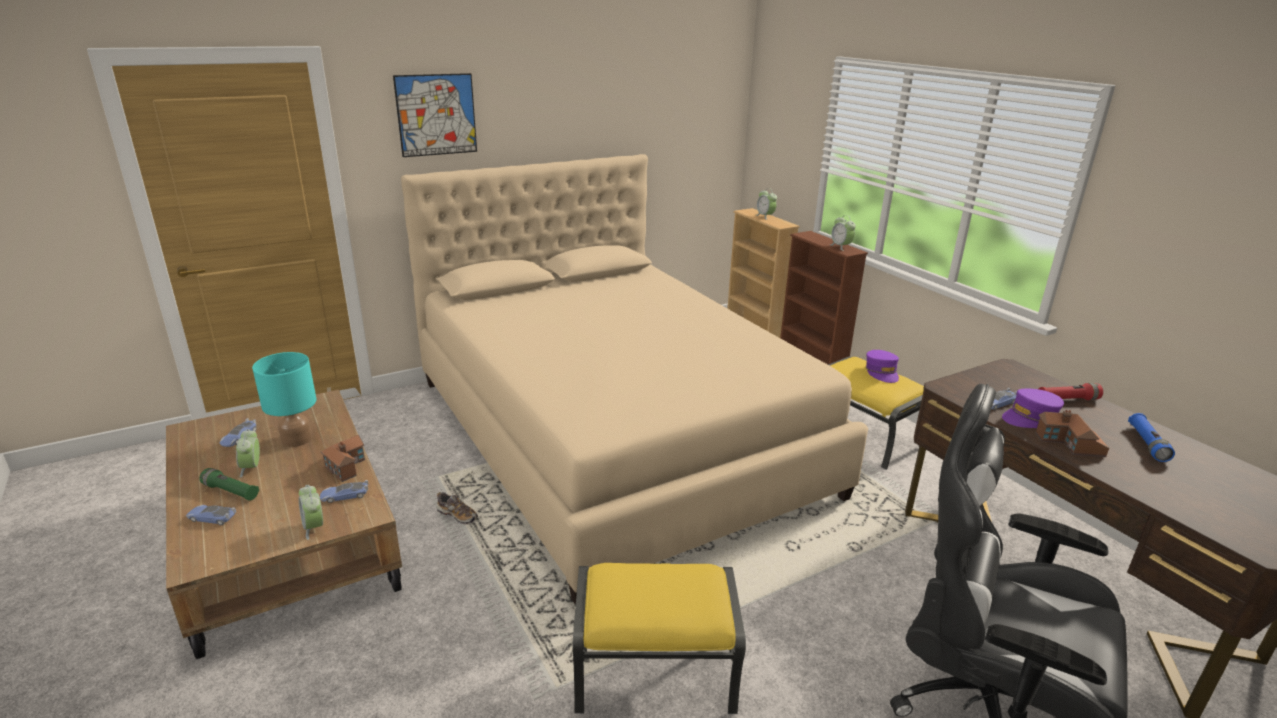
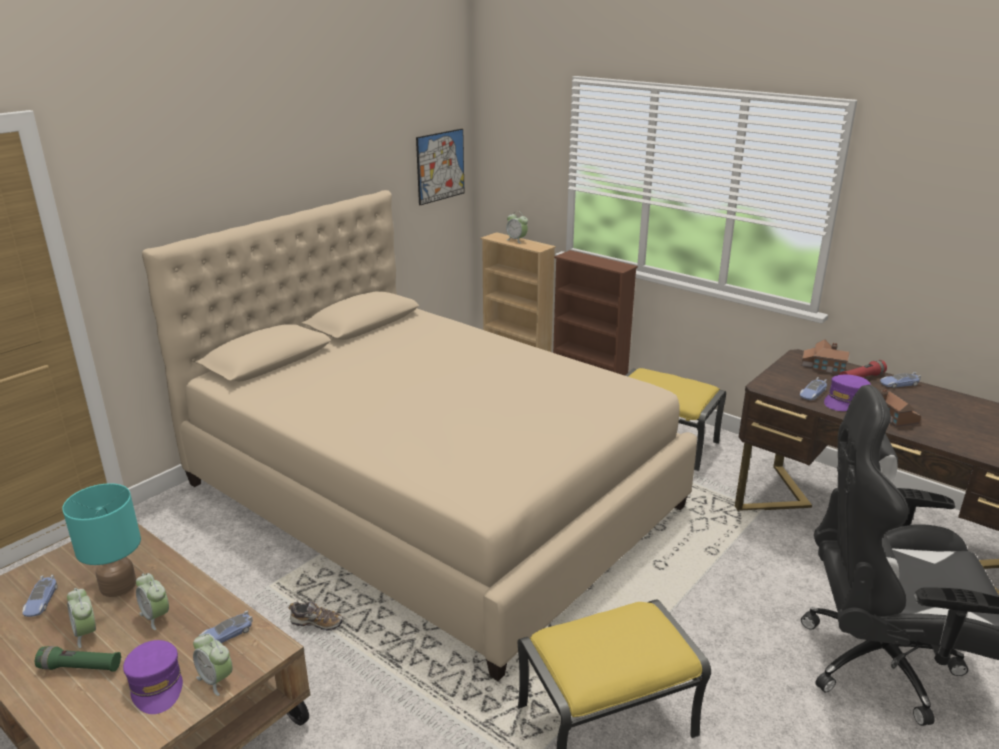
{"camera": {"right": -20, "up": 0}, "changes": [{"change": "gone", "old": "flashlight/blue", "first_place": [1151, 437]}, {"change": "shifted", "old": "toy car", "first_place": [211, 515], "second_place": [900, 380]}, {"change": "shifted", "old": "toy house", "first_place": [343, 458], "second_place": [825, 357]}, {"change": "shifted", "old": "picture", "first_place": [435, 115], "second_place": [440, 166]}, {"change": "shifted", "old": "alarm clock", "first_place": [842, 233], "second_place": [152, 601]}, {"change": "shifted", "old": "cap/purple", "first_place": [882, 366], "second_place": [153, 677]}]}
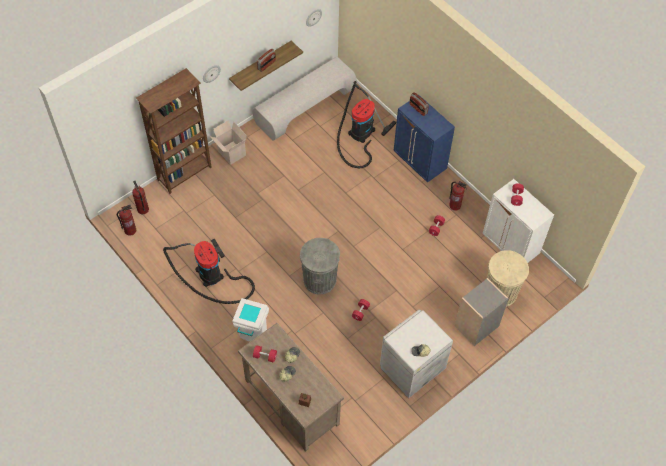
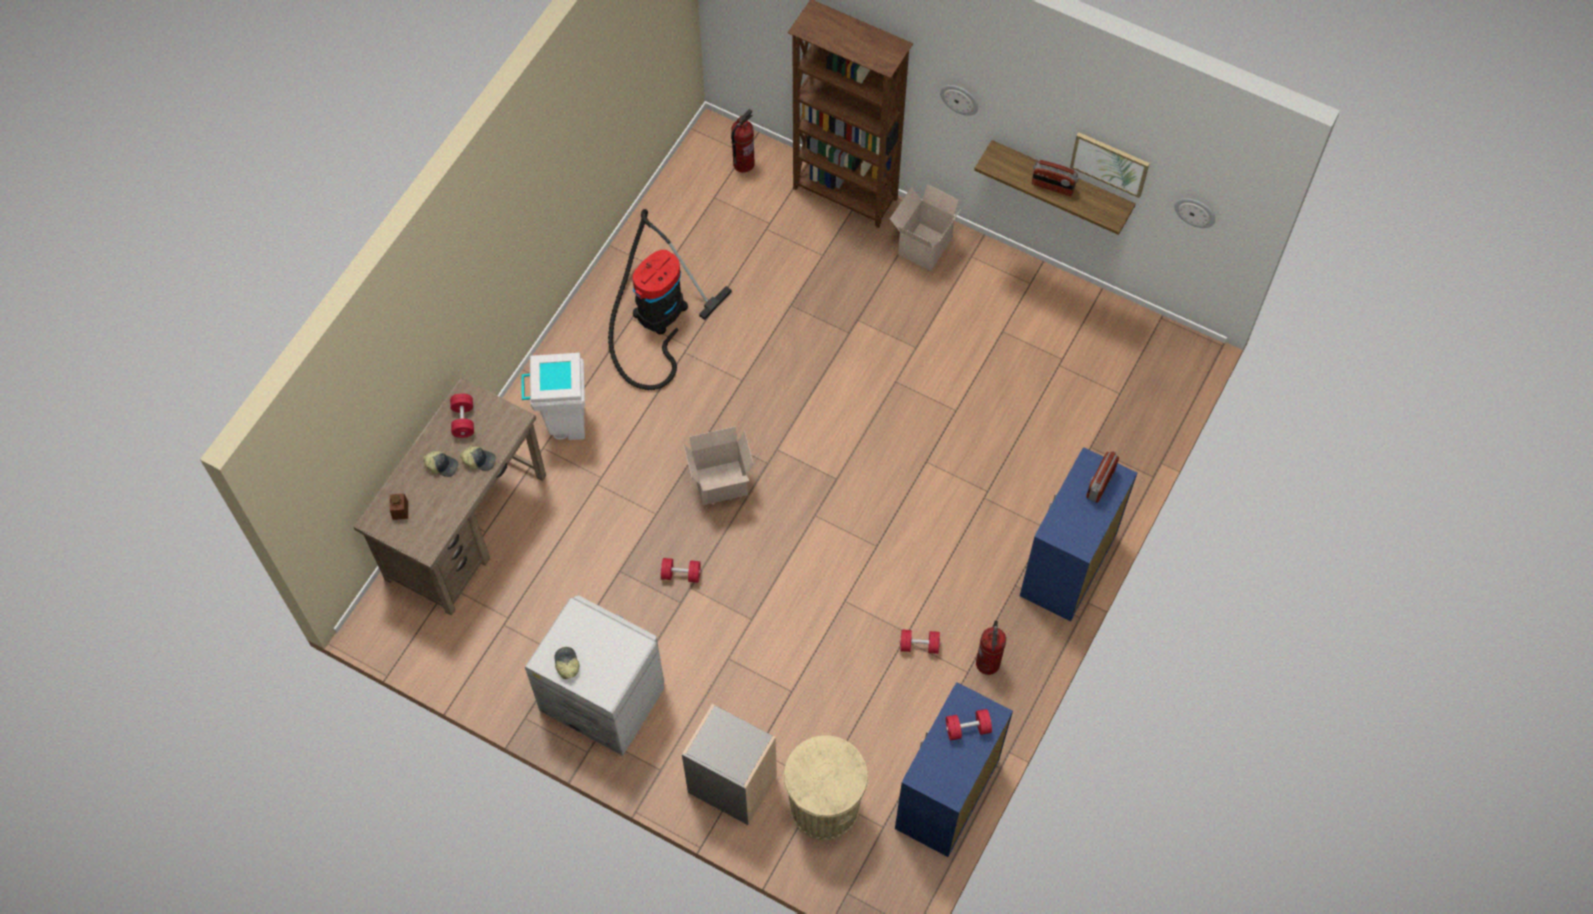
{"camera": {"right": 70, "up": 5}, "changes": [{"change": "gone", "old": "fire extinguisher", "first_place": [126, 220]}, {"change": "gone", "old": "bench/grey", "first_place": [304, 99]}, {"change": "gone", "old": "vacuum cleaner", "first_place": [366, 124]}, {"change": "new", "new": "picture", "second_place": [1110, 165]}, {"change": "swapped", "old": "trash can/grey", "new": "cardboard box", "first_place": [320, 266], "second_place": [718, 466]}, {"change": "repainted", "old": "cabinet/white", "new": "cabinet/blue", "first_place": [518, 221], "second_place": [954, 769]}]}
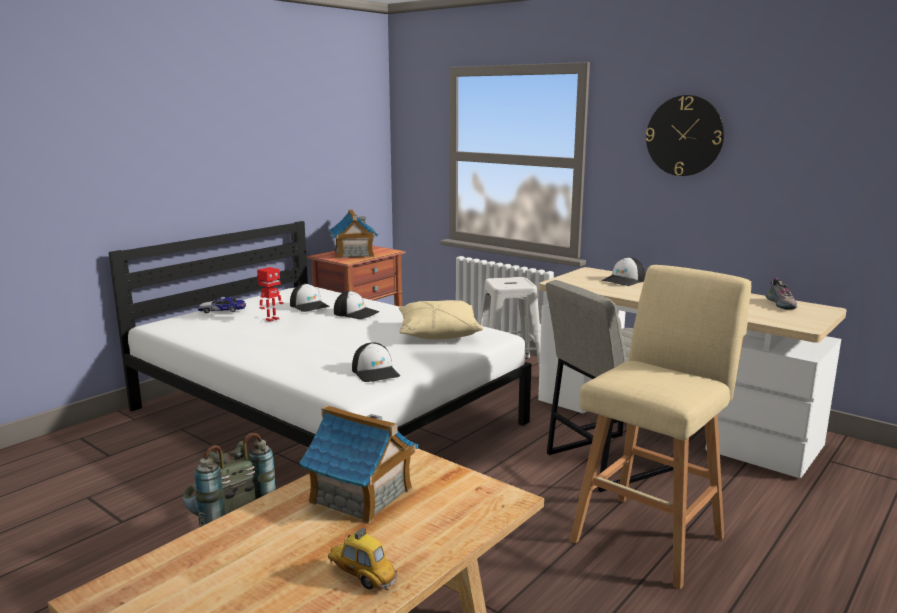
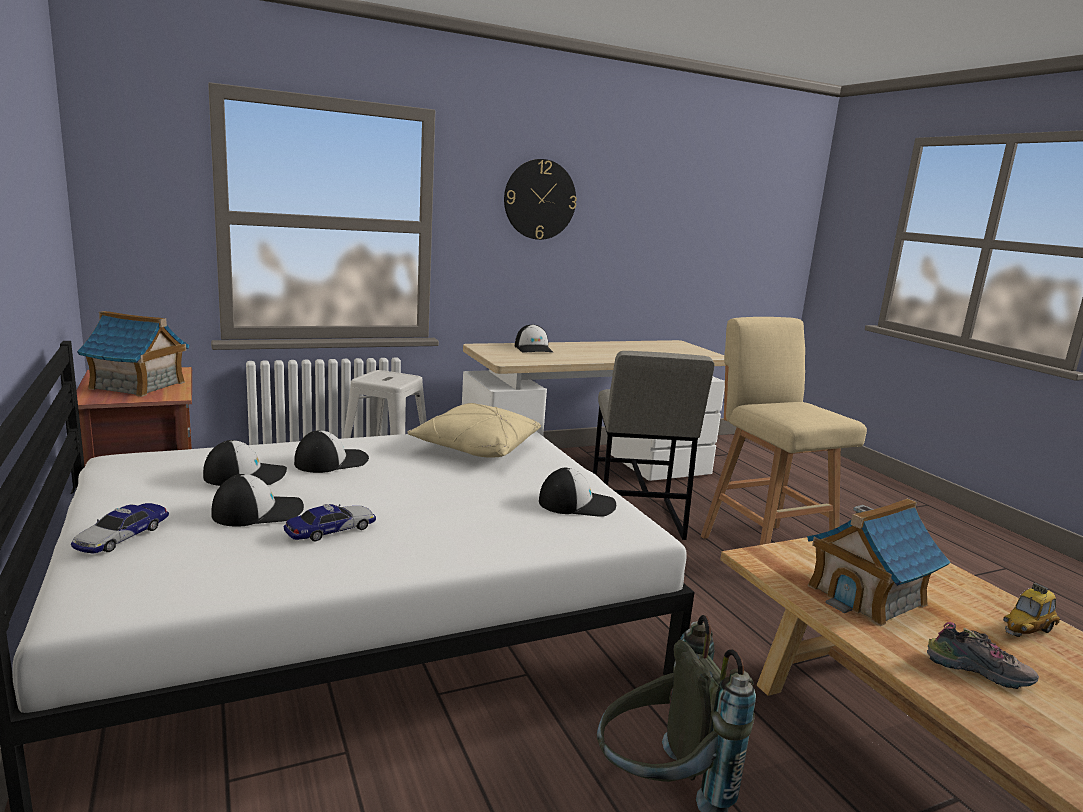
{"camera": {"right": -65, "up": 0}, "changes": [{"change": "new", "new": "toy car", "second_place": [330, 523]}, {"change": "shifted", "old": "shoe", "first_place": [781, 294], "second_place": [983, 655]}, {"change": "swapped", "old": "toy robot", "new": "cap", "first_place": [270, 294], "second_place": [258, 500]}]}
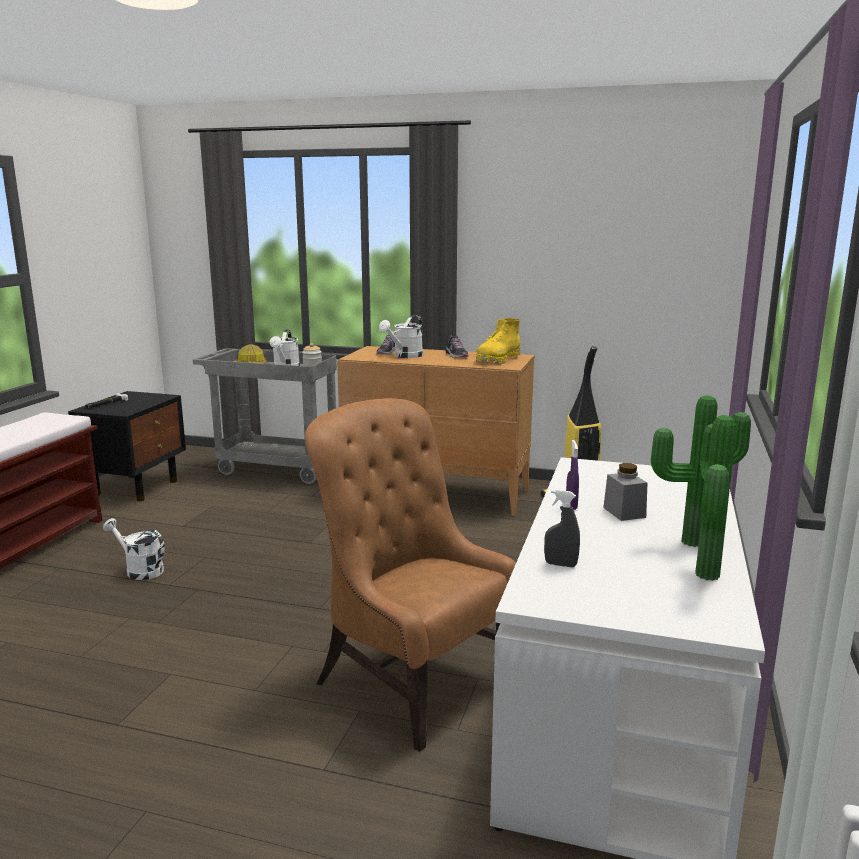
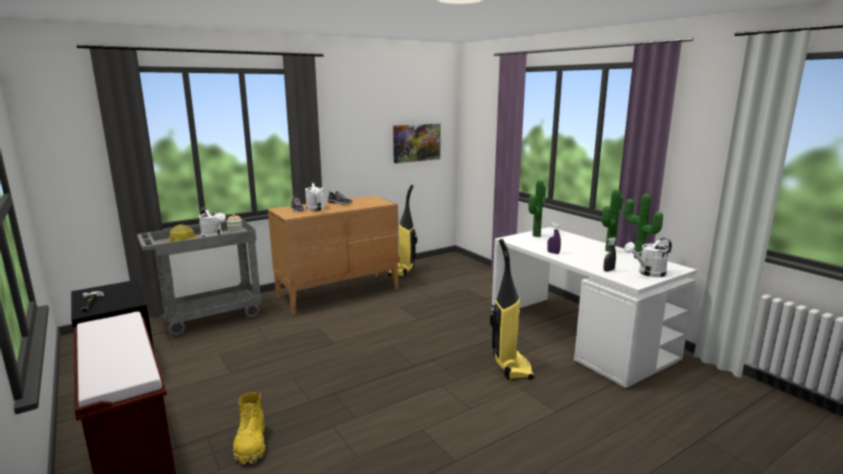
{"camera": {"right": -50, "up": 0}, "changes": [{"change": "gone", "old": "jar/grey", "first_place": [625, 492]}, {"change": "new", "new": "picture", "second_place": [417, 143]}, {"change": "new", "new": "potted plant", "second_place": [537, 208]}, {"change": "shifted", "old": "watering can/white", "first_place": [134, 549], "second_place": [648, 257]}, {"change": "shifted", "old": "boot/yellow", "first_place": [498, 341], "second_place": [249, 428]}, {"change": "swapped", "old": "chair/brown", "new": "vacuum cleaner", "first_place": [410, 575], "second_place": [512, 309]}]}
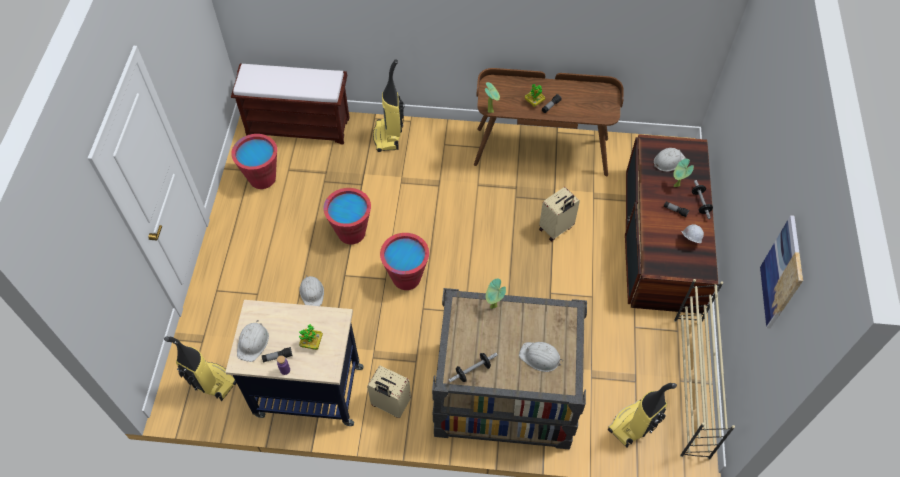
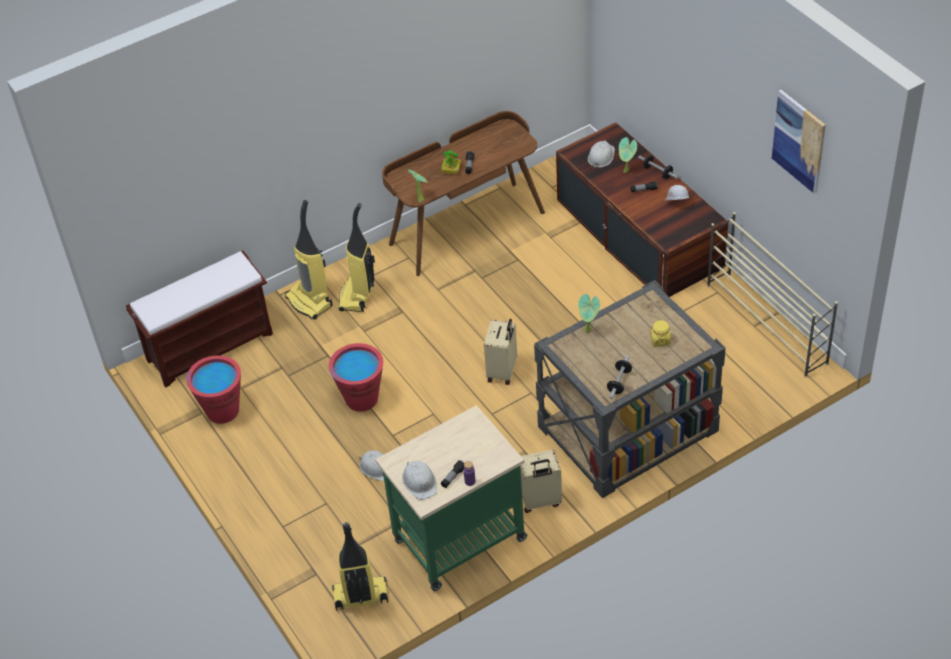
{"camera": {"right": -35, "up": -10}, "changes": [{"change": "gone", "old": "potted plant", "first_place": [311, 337]}, {"change": "gone", "old": "bucket/red", "first_place": [404, 261]}, {"change": "shifted", "old": "suitcase/beige", "first_place": [559, 214], "second_place": [500, 352]}, {"change": "shifted", "old": "vacuum cleaner", "first_place": [642, 415], "second_place": [356, 257]}, {"change": "swapped", "old": "hard hat/white", "new": "jar/yellow", "first_place": [541, 357], "second_place": [661, 333]}, {"change": "repainted", "old": "cart/blue", "new": "cart/green", "first_place": [294, 363], "second_place": [451, 498]}]}
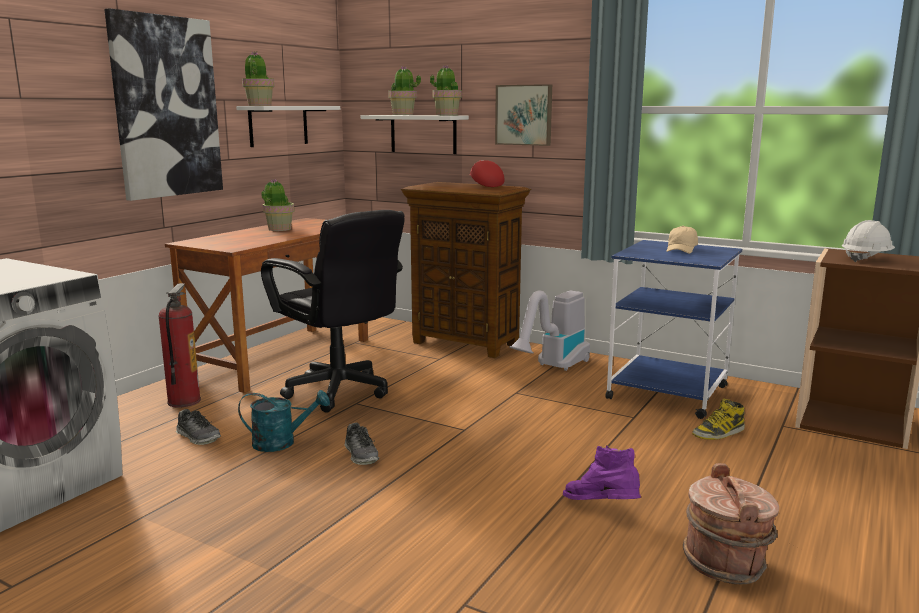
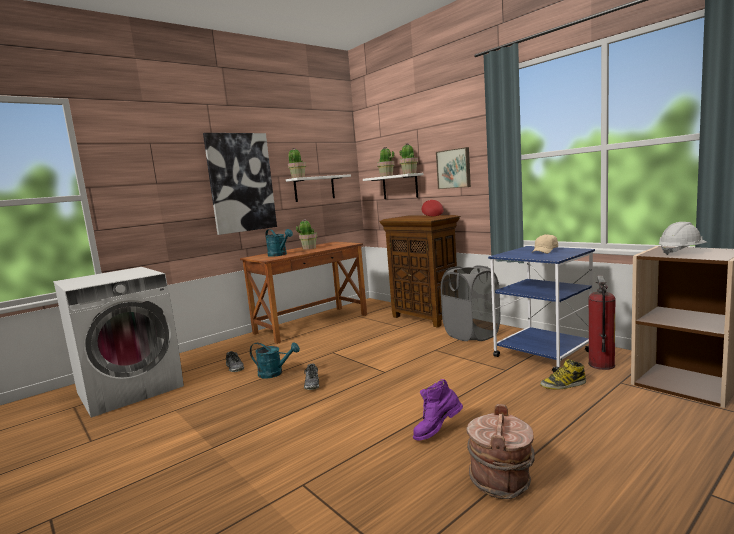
{"camera": {"right": 20, "up": -5}, "changes": [{"change": "gone", "old": "office chair/black", "first_place": [333, 311]}, {"change": "new", "new": "watering can/turquoise", "second_place": [279, 243]}, {"change": "shifted", "old": "fire extinguisher", "first_place": [179, 345], "second_place": [601, 322]}, {"change": "swapped", "old": "vacuum cleaner", "new": "laundry basket/grey", "first_place": [549, 330], "second_place": [470, 303]}, {"change": "rotated", "old": "boot/purple", "first_place": [602, 472], "second_place": [438, 410], "degrees": -90}]}
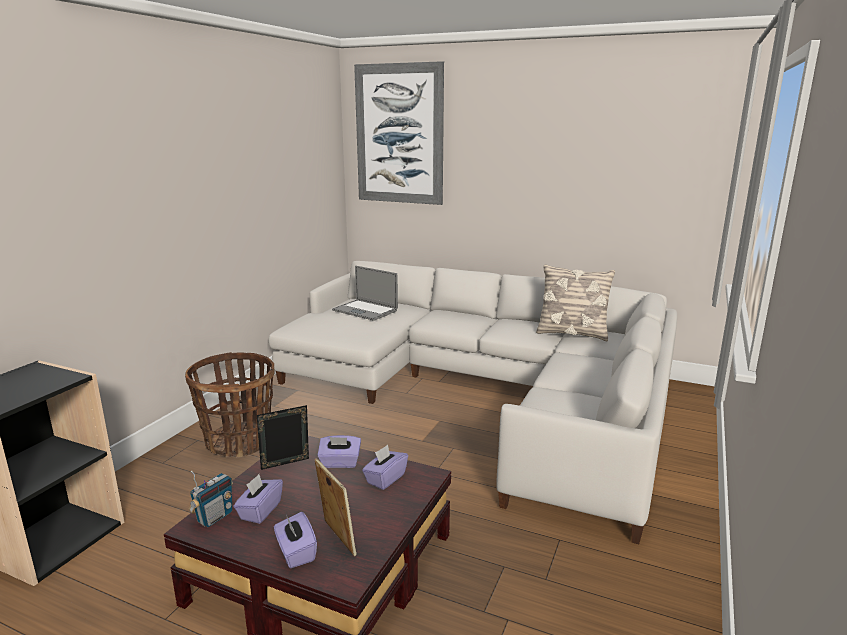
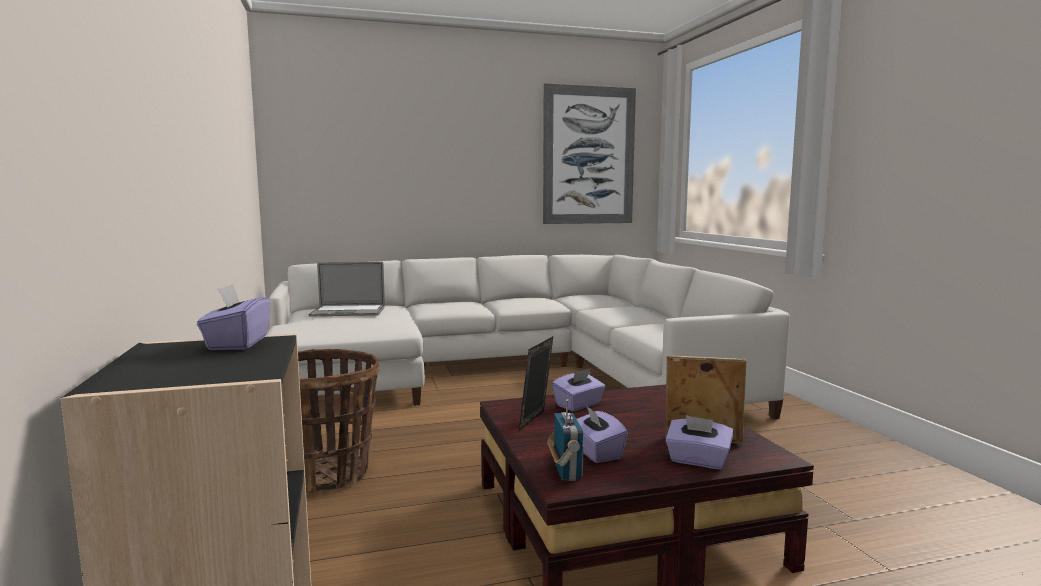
{"camera": {"right": -40, "up": -10}, "changes": [{"change": "gone", "old": "pillow/beige", "first_place": [575, 302]}, {"change": "shifted", "old": "picture", "first_place": [399, 133], "second_place": [589, 153]}, {"change": "shifted", "old": "tissue box/purple", "first_place": [385, 467], "second_place": [233, 317]}]}
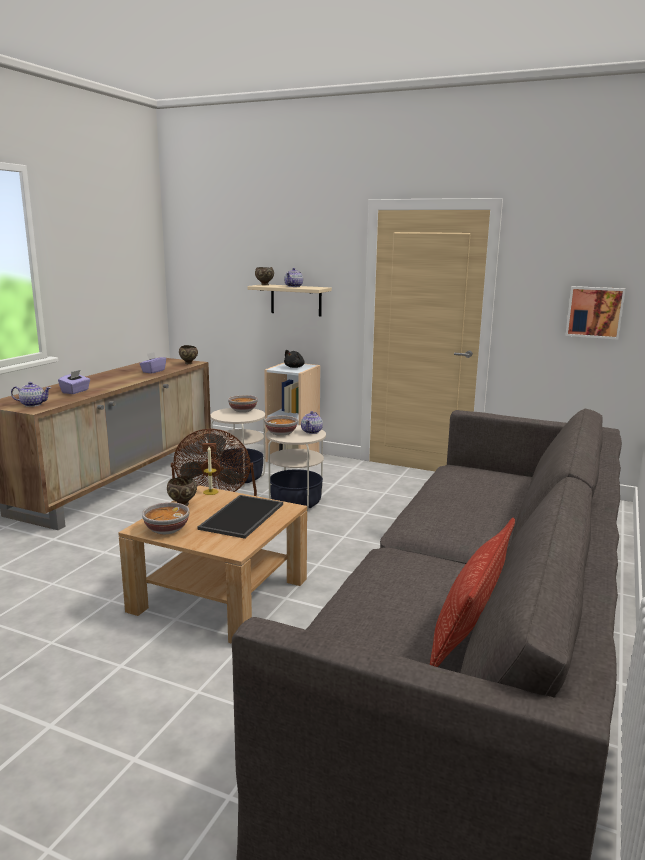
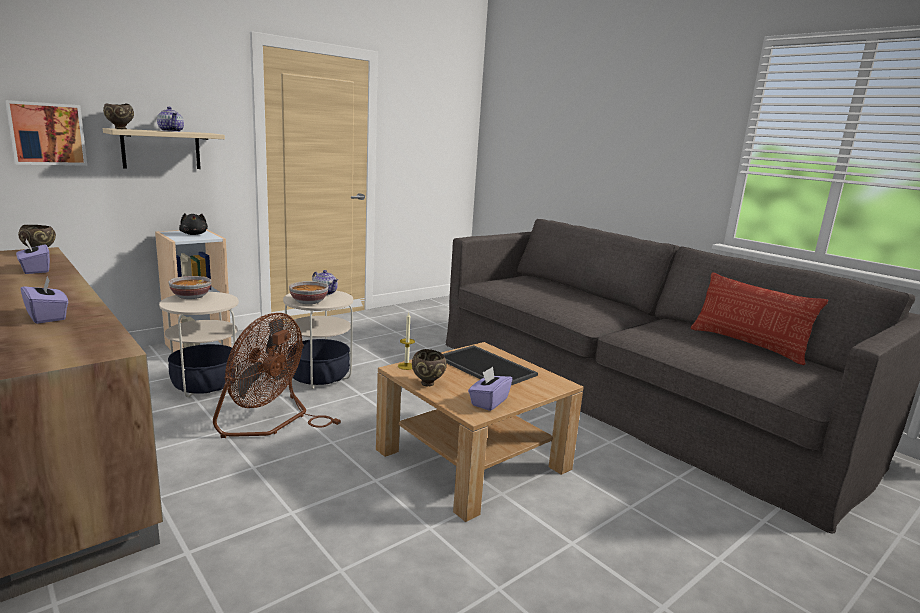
{"camera": {"right": -65, "up": 0}, "changes": [{"change": "gone", "old": "teapot", "first_place": [31, 394]}, {"change": "shifted", "old": "picture", "first_place": [595, 313], "second_place": [46, 133]}, {"change": "swapped", "old": "bowl", "new": "tissue box/purple", "first_place": [166, 518], "second_place": [490, 389]}]}
